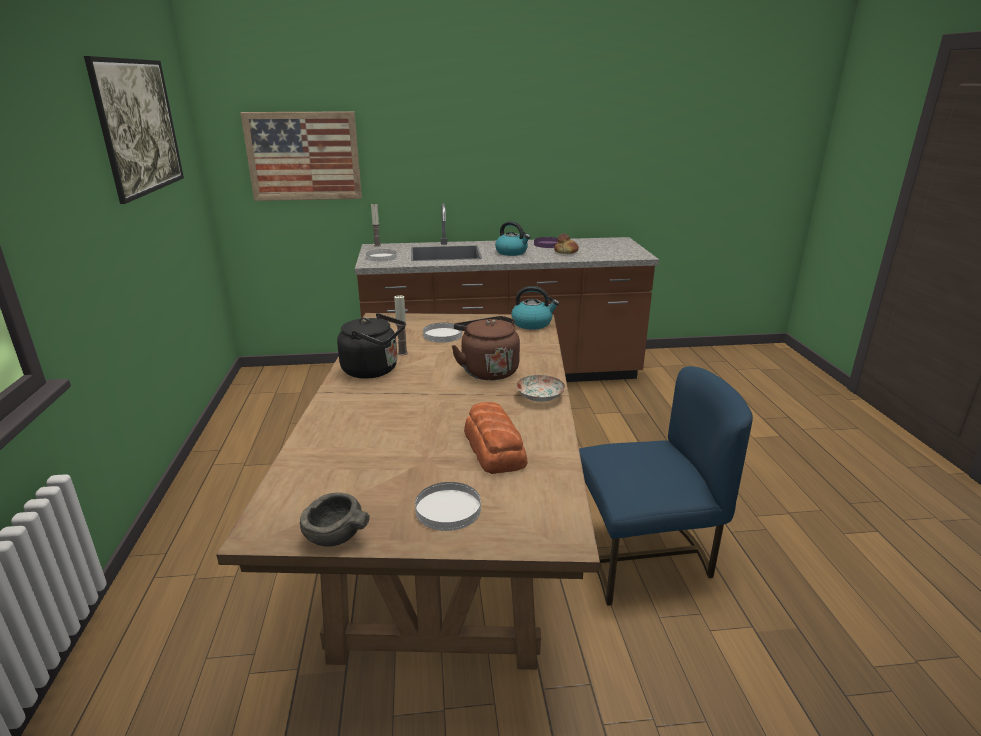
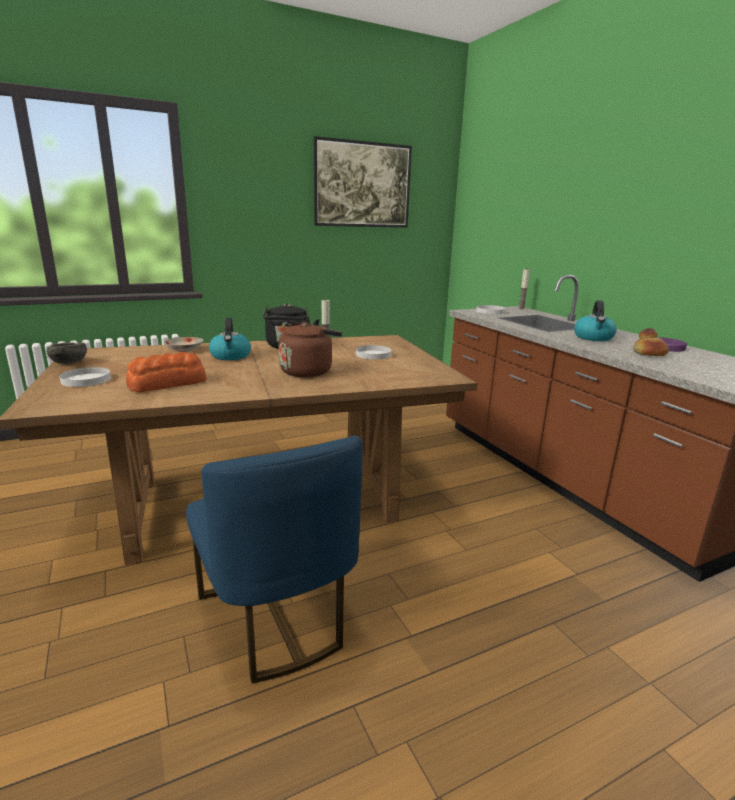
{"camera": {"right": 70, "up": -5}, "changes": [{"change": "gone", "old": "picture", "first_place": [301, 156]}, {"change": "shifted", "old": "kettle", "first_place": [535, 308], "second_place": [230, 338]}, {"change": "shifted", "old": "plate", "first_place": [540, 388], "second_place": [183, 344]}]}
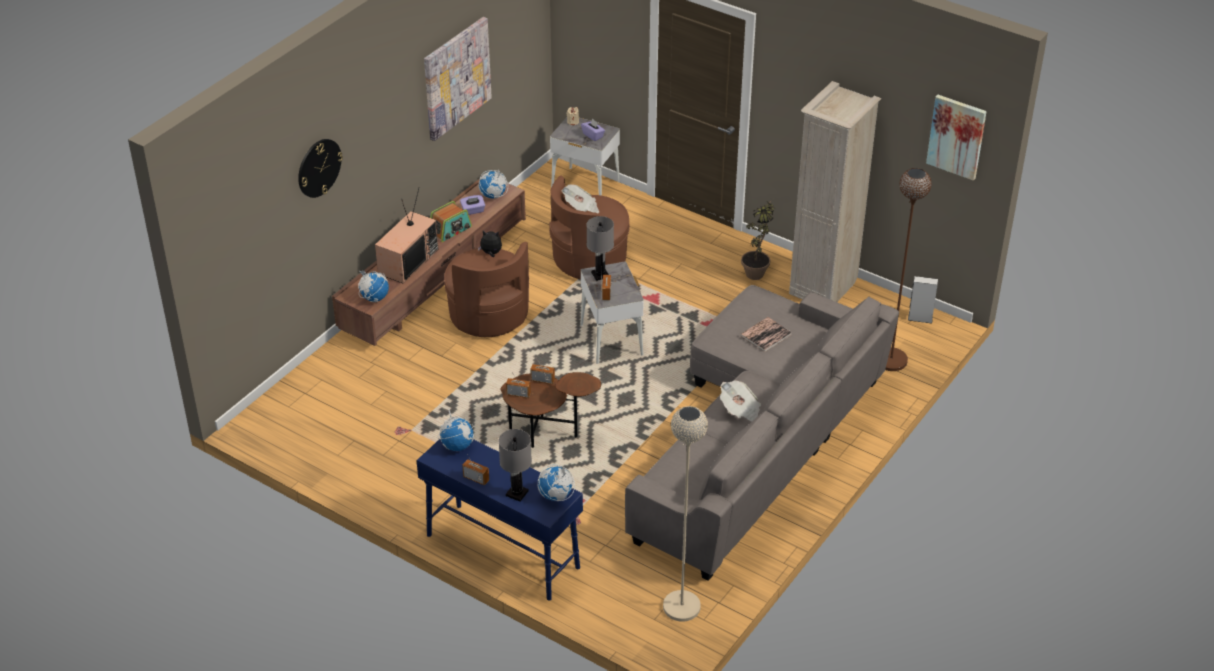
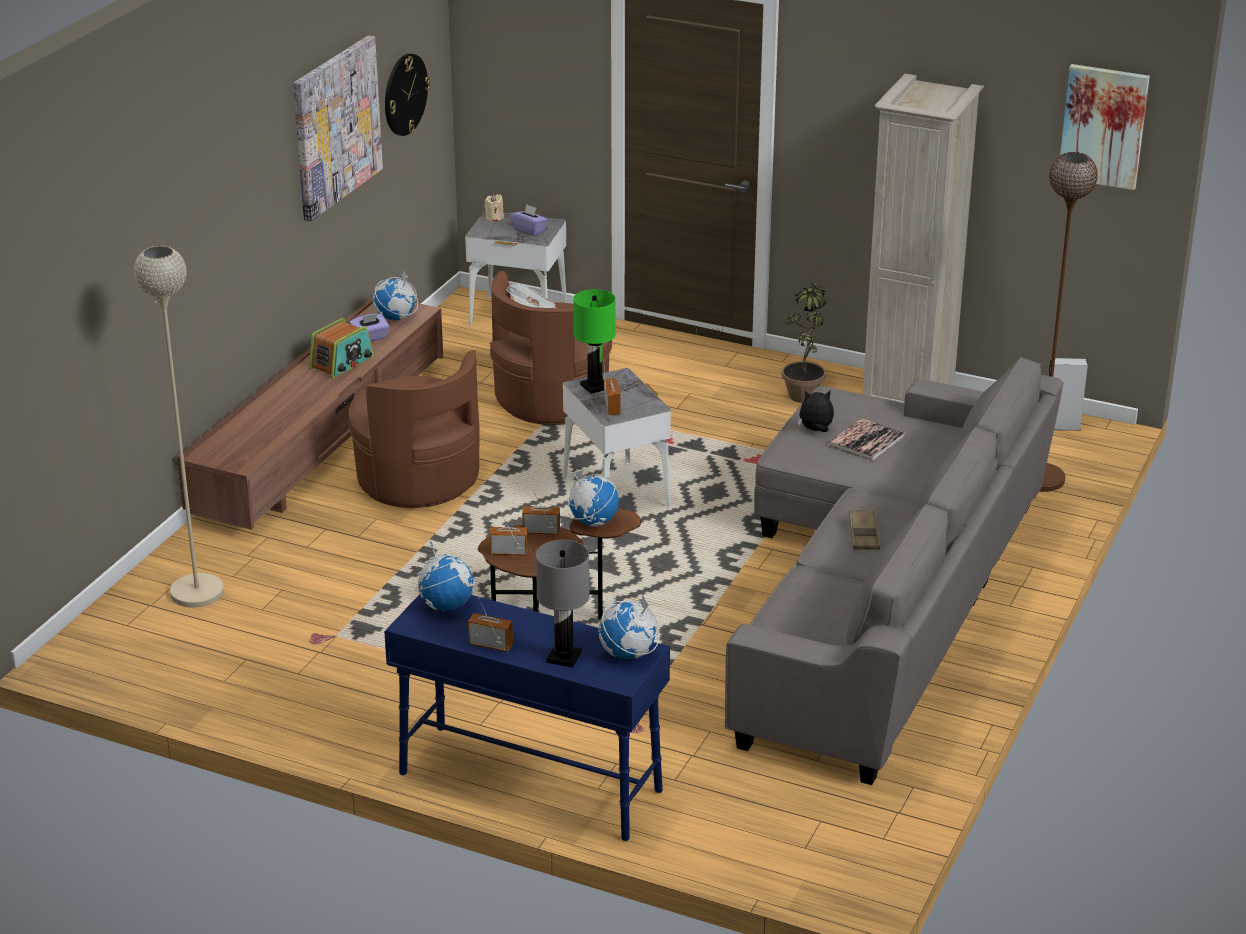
{"camera": {"right": -10, "up": -10}, "changes": [{"change": "gone", "old": "television", "first_place": [406, 236]}, {"change": "shifted", "old": "wall clock", "first_place": [320, 168], "second_place": [407, 95]}, {"change": "shifted", "old": "globe", "first_place": [373, 286], "second_place": [593, 498]}, {"change": "shifted", "old": "plush toy", "first_place": [490, 244], "second_place": [816, 411]}, {"change": "shifted", "old": "floor lamp/beige", "first_place": [685, 514], "second_place": [179, 427]}, {"change": "swapped", "old": "newspaper", "new": "tray/brown", "first_place": [740, 401], "second_place": [864, 529]}, {"change": "repainted", "old": "table lamp/grey", "new": "table lamp/green", "first_place": [600, 248], "second_place": [594, 341]}]}
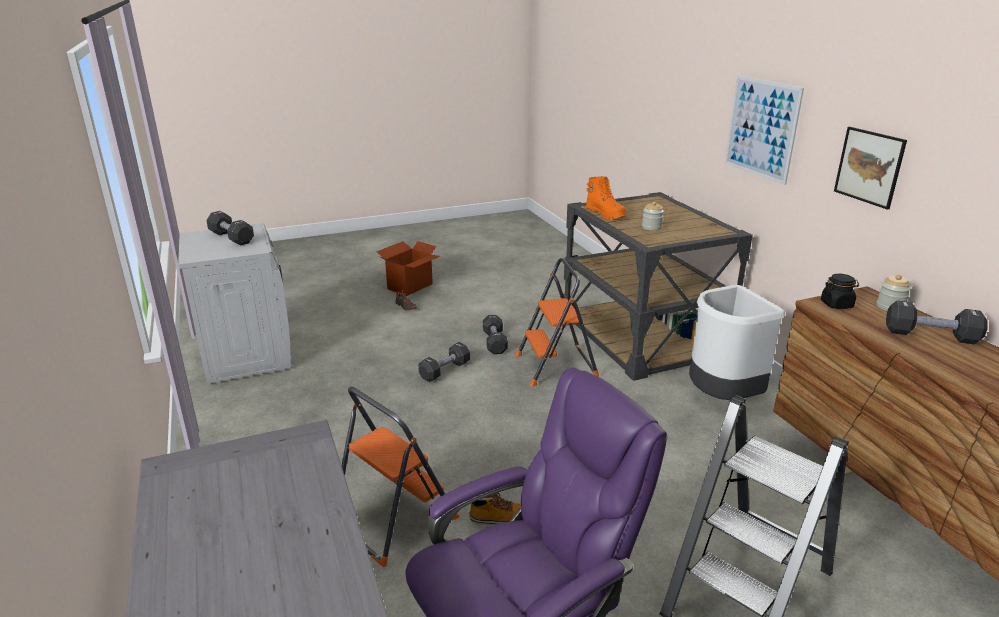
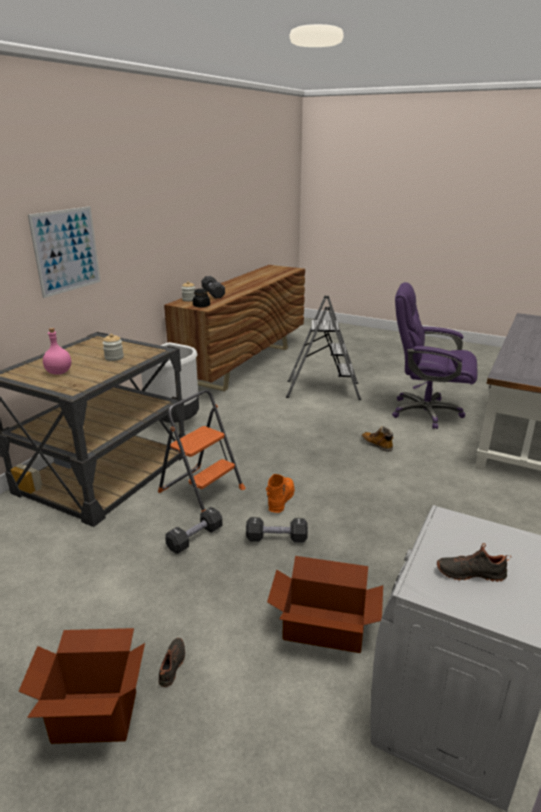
{"camera": {"right": -130, "up": 0}, "changes": [{"change": "gone", "old": "step ladder/orange", "first_place": [401, 477]}, {"change": "gone", "old": "picture", "first_place": [870, 168]}, {"change": "new", "new": "bottle/pink", "second_place": [57, 351]}, {"change": "new", "new": "cardboard box", "second_place": [325, 604]}, {"change": "shifted", "old": "boot/orange", "first_place": [606, 198], "second_place": [280, 493]}, {"change": "swapped", "old": "dumbbell/black", "new": "shoe/black", "first_place": [230, 228], "second_place": [474, 562]}]}
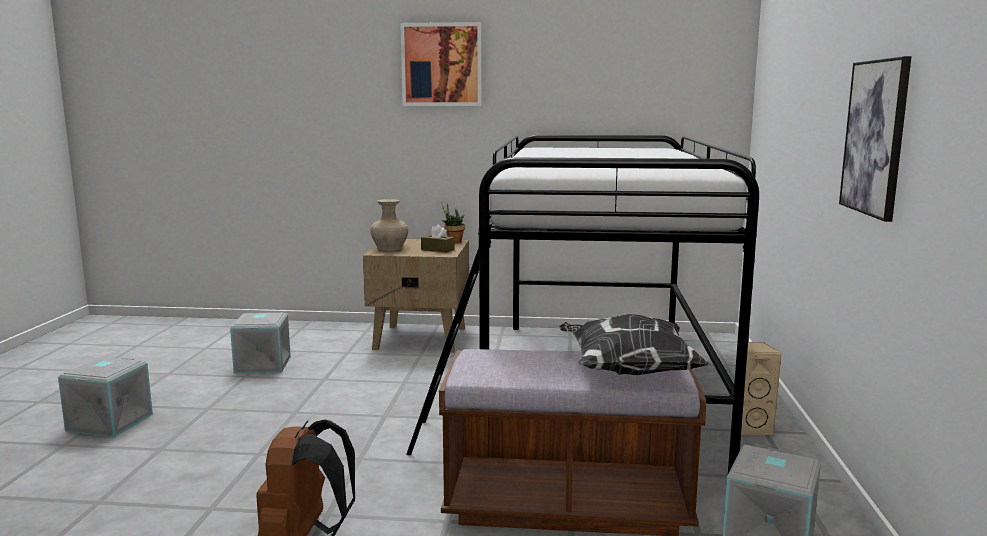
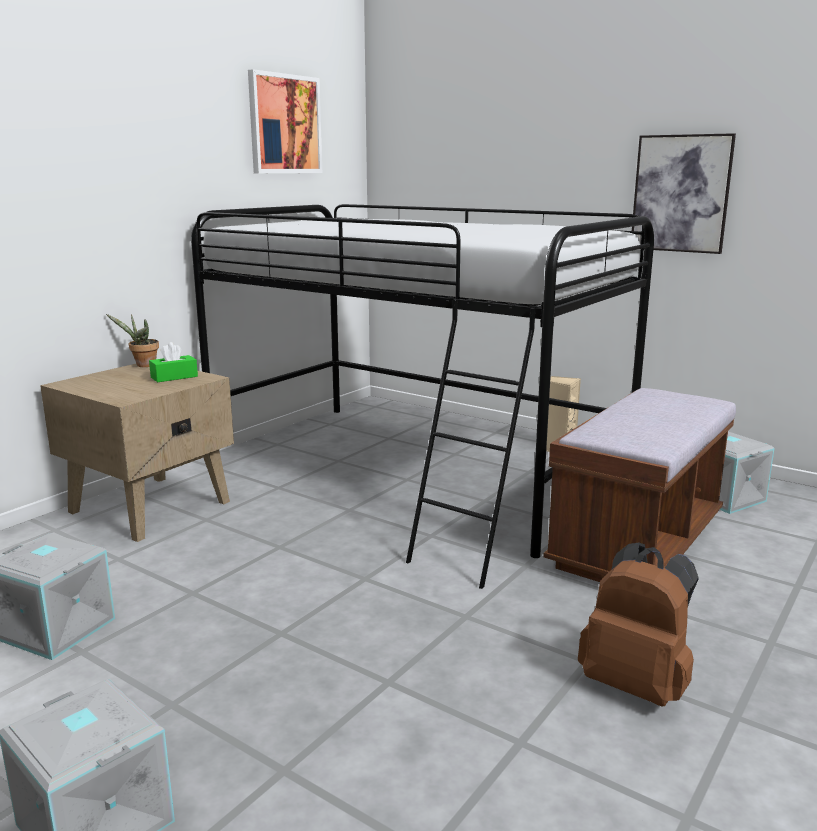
{"camera": {"right": -60, "up": 5}, "changes": [{"change": "gone", "old": "vase/beige", "first_place": [389, 225]}, {"change": "gone", "old": "pillow", "first_place": [634, 344]}, {"change": "shifted", "old": "picture", "first_place": [441, 64], "second_place": [285, 121]}, {"change": "repainted", "old": "tissue box/brown", "new": "tissue box/green", "first_place": [437, 239], "second_place": [173, 362]}]}
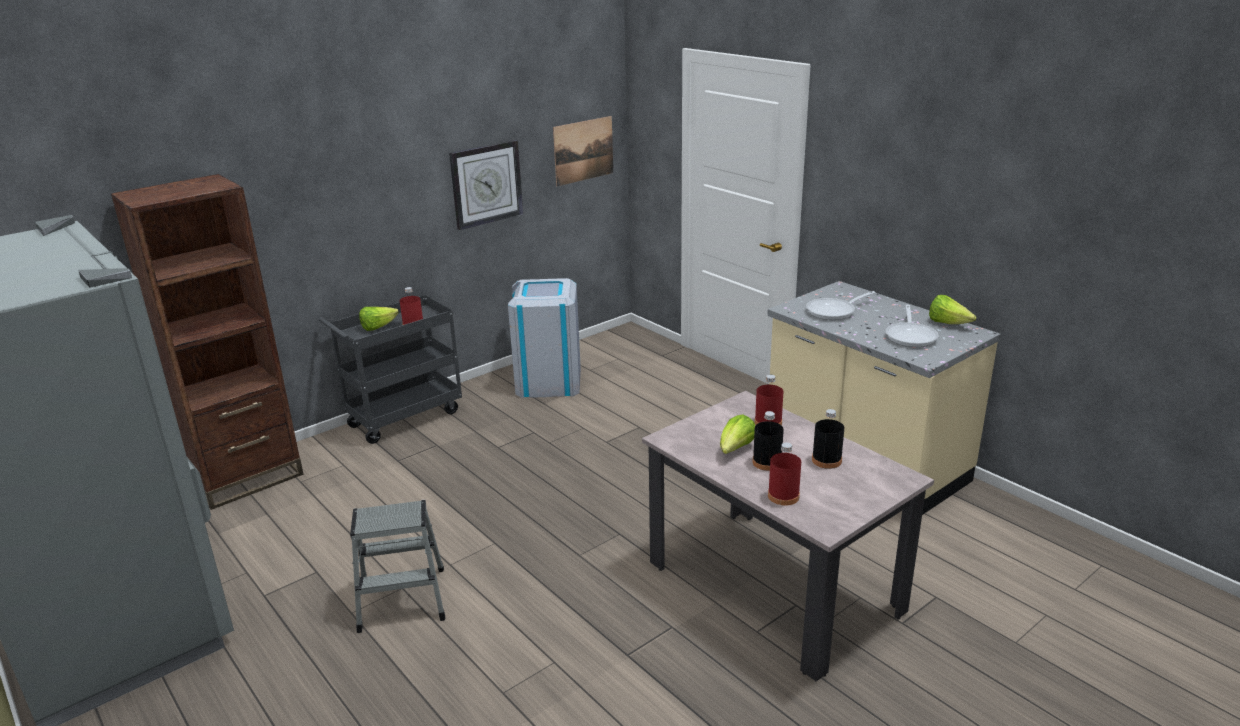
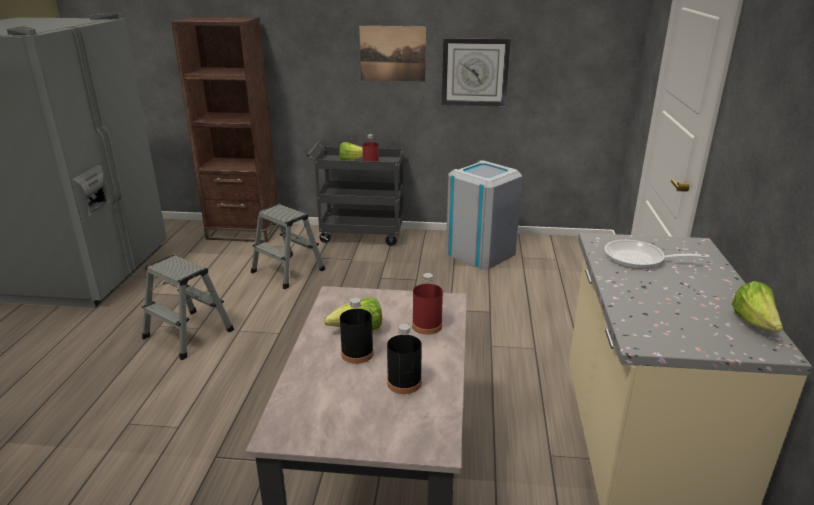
{"camera": {"right": 45, "up": 0}, "changes": [{"change": "gone", "old": "bottle/red", "first_place": [784, 474]}, {"change": "gone", "old": "frying pan", "first_place": [912, 326]}, {"change": "new", "new": "step ladder/grey", "second_place": [288, 246]}, {"change": "shifted", "old": "picture", "first_place": [583, 151], "second_place": [392, 54]}]}
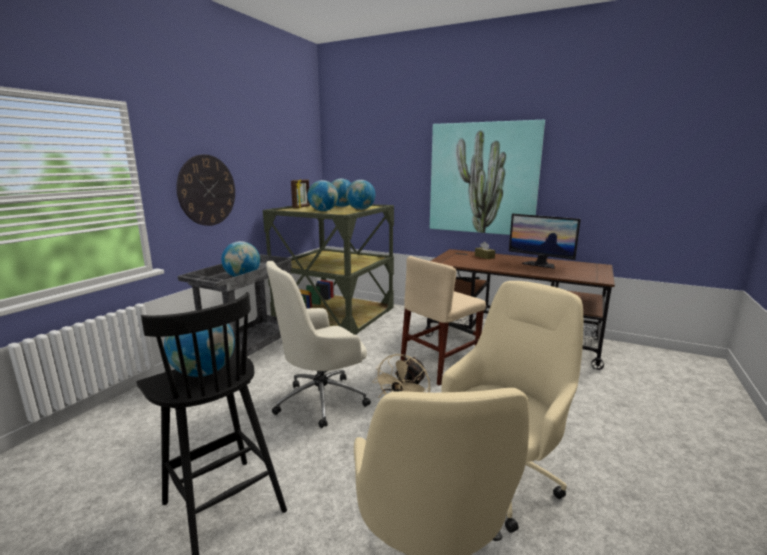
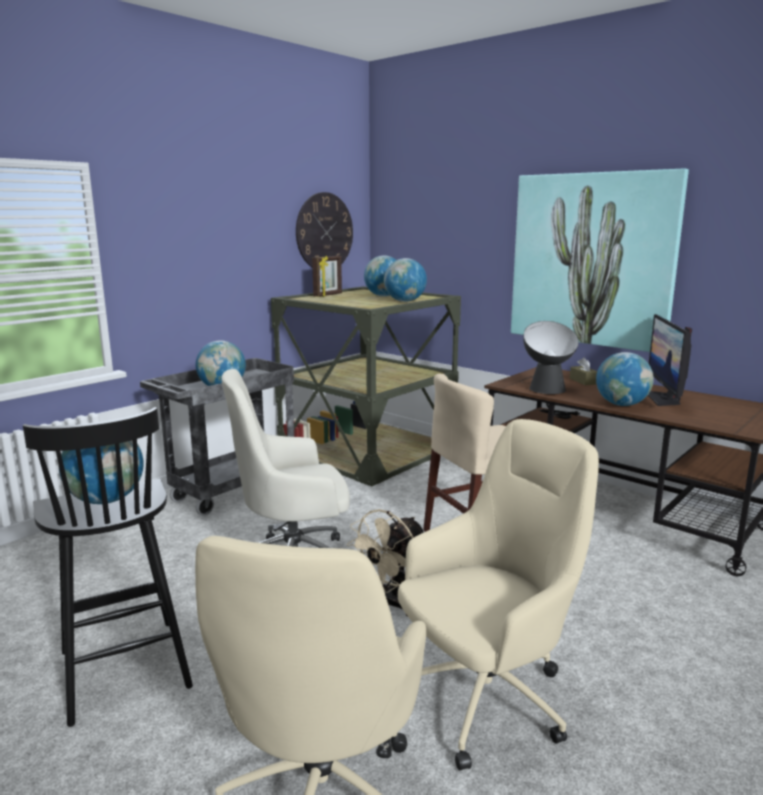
{"camera": {"right": 15, "up": 0}, "changes": [{"change": "new", "new": "table lamp", "second_place": [551, 357]}, {"change": "shifted", "old": "wall clock", "first_place": [205, 190], "second_place": [324, 230]}, {"change": "shifted", "old": "globe", "first_place": [322, 195], "second_place": [625, 379]}, {"change": "rotated", "old": "monitor", "first_place": [545, 241], "second_place": [670, 360], "degrees": 45}]}
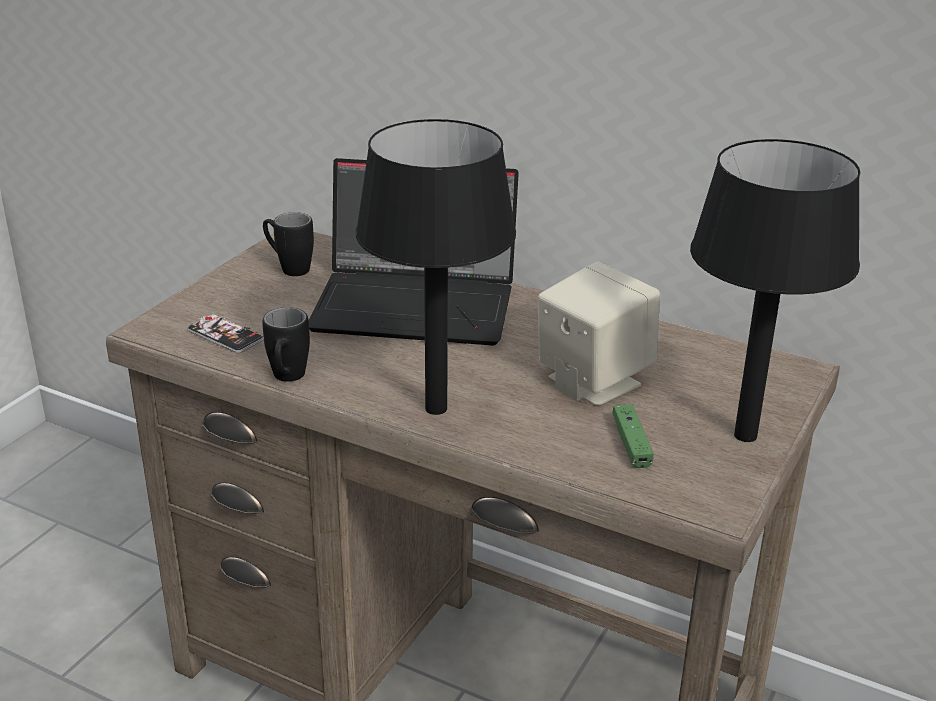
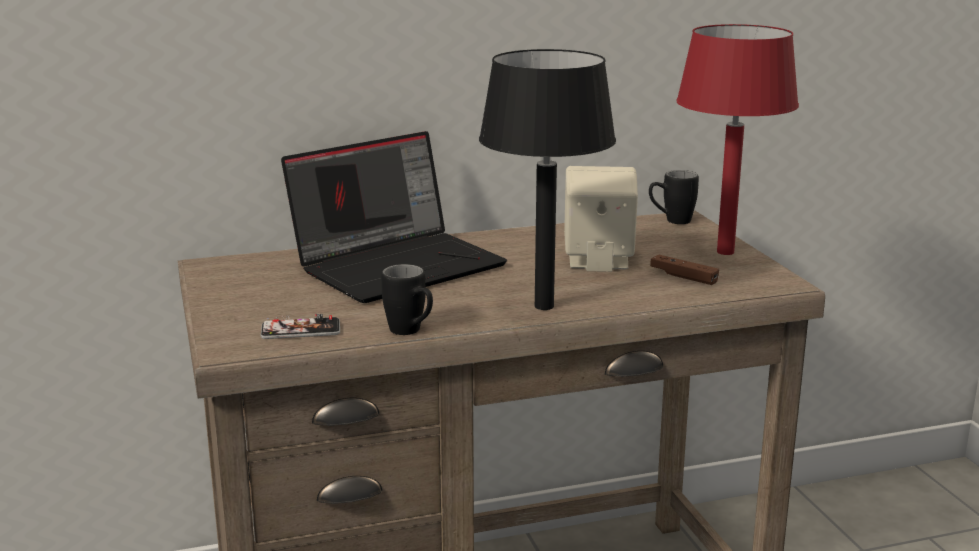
{"camera": {"right": -45, "up": -10}, "changes": [{"change": "shifted", "old": "mug/black", "first_place": [288, 244], "second_place": [674, 197]}, {"change": "repainted", "old": "game controller/green", "new": "game controller/brown", "first_place": [633, 436], "second_place": [684, 269]}, {"change": "repainted", "old": "table lamp/black", "new": "table lamp/red", "first_place": [775, 290], "second_place": [737, 139]}]}
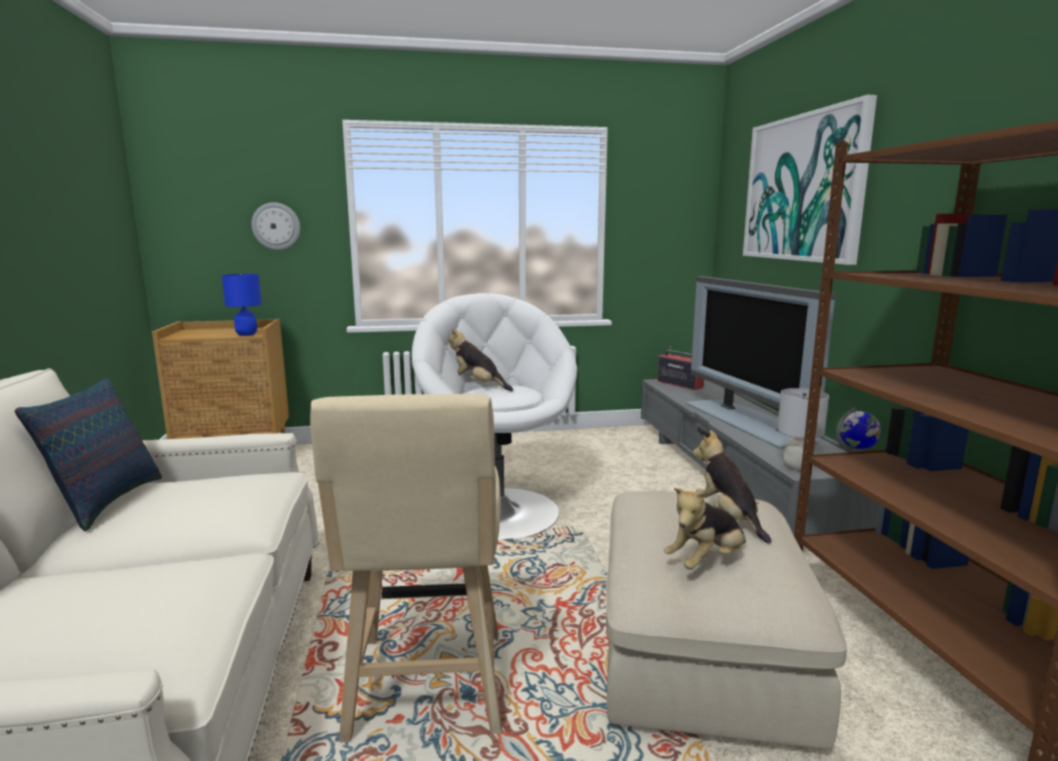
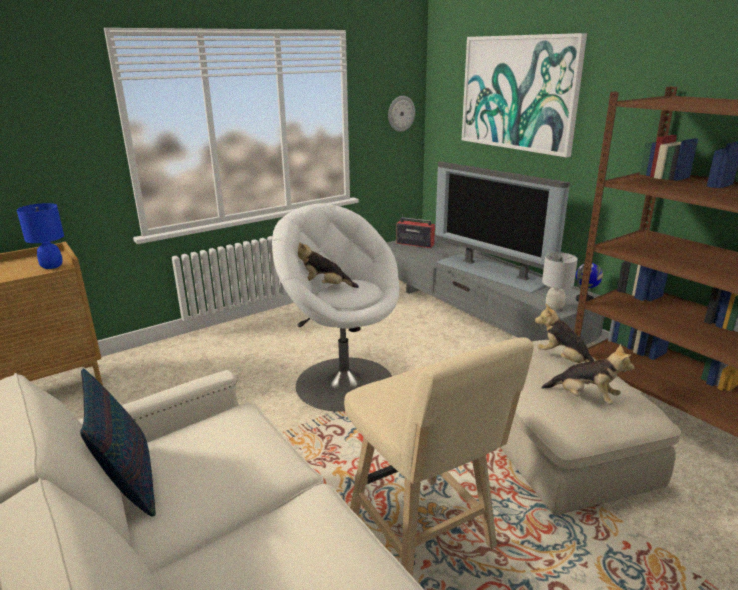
{"camera": {"right": -25, "up": 10}, "changes": [{"change": "shifted", "old": "wall clock", "first_place": [275, 226], "second_place": [401, 114]}, {"change": "rotated", "old": "plush toy", "first_place": [705, 529], "second_place": [588, 374], "degrees": -90}]}
